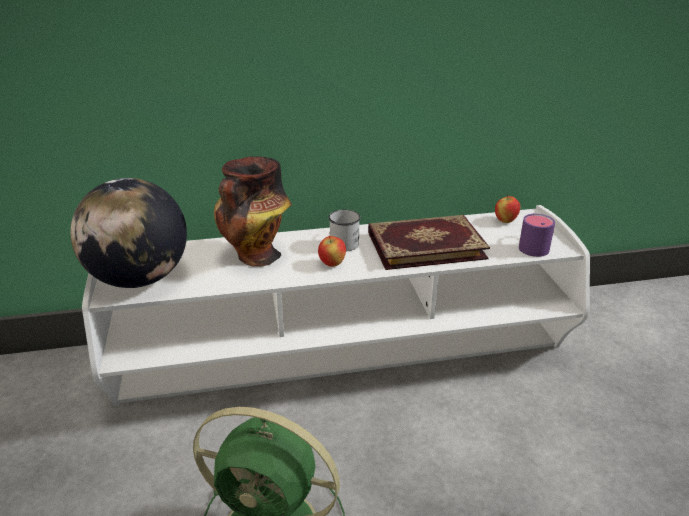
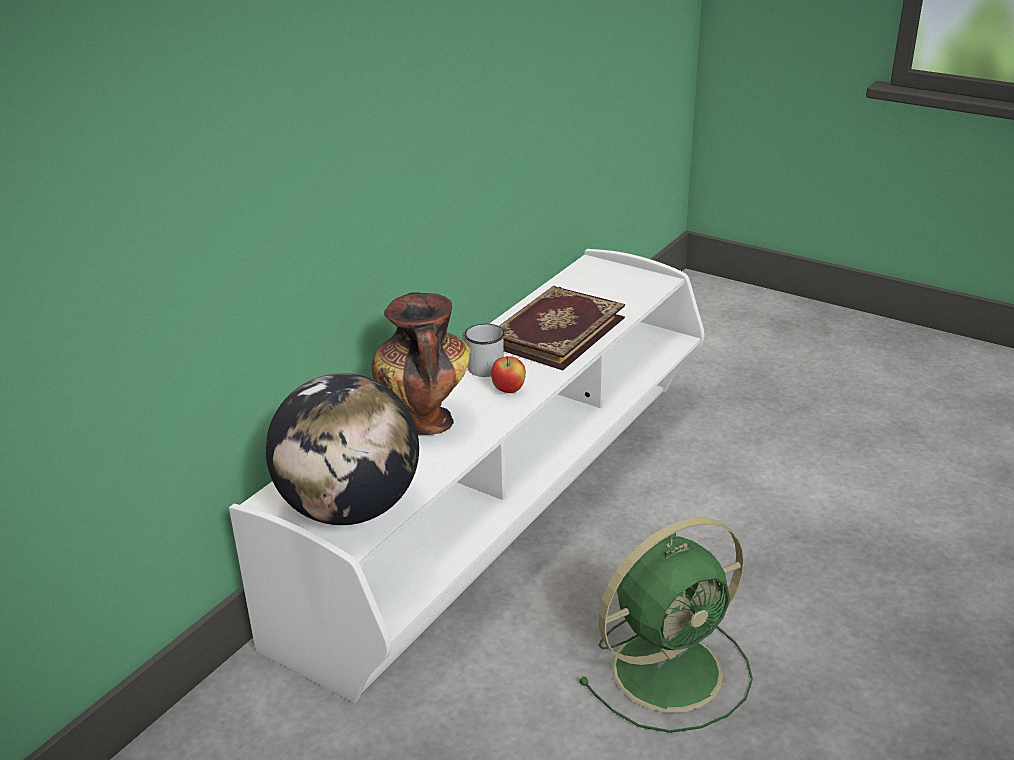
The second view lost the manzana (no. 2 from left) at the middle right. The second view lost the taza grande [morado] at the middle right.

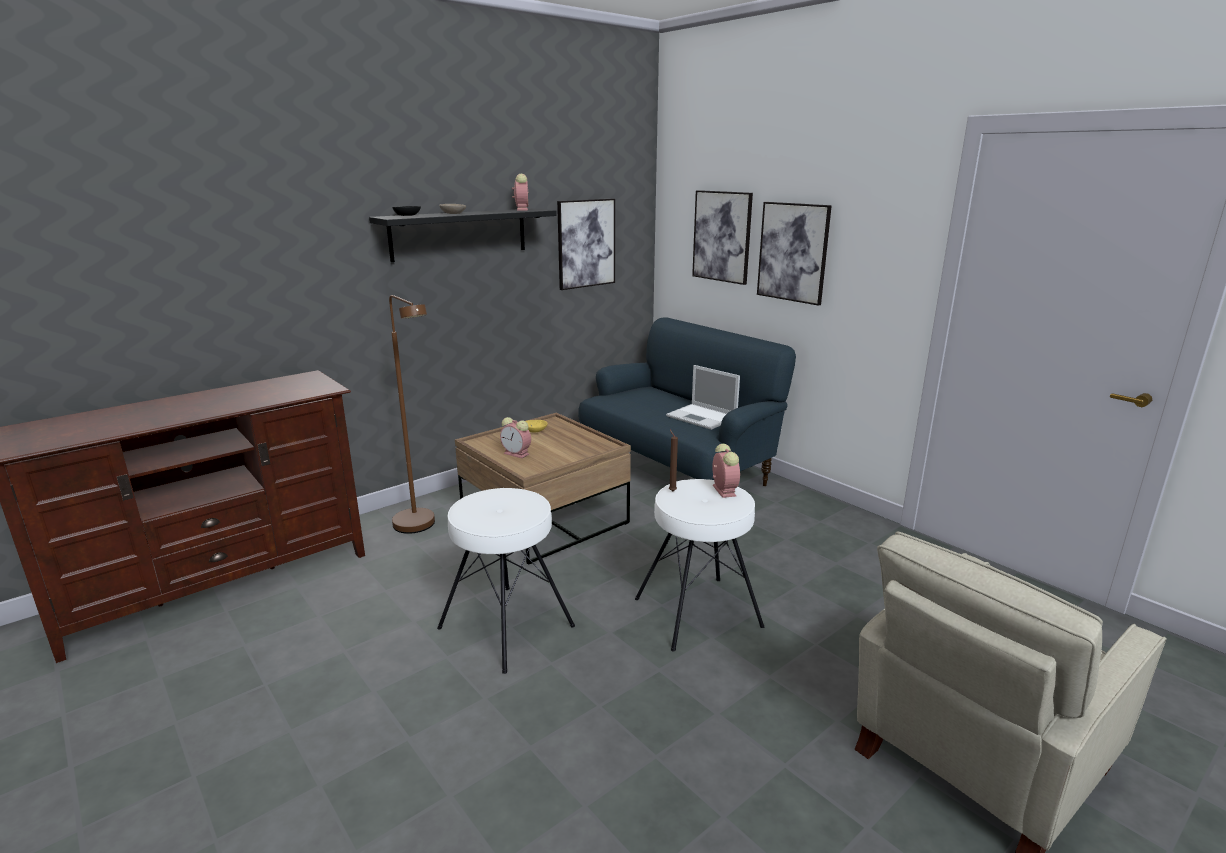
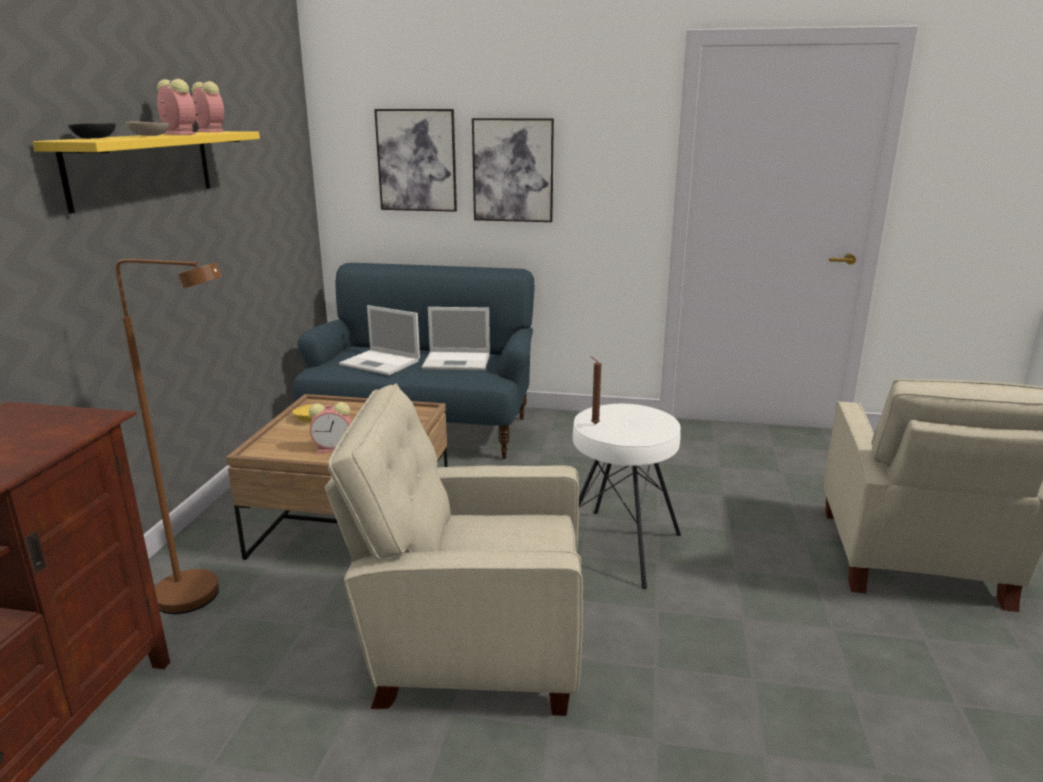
The second view lost the cuadro (no. 1 from left) at the top centre. What was the estante [negro] at the top centre turned into the estante [amarillo] at the top left. The despertador (no. 3 from left in the first image) ended up elsewhere, having gone from the centre to the top left. Where the taburete [blanco] (no. 1 from left) stood at the bottom centre, the sillón [beis] (no. 1 from left) came to stand at the bottom centre. The second view gained the portátil (no. 1 from left) at the centre.

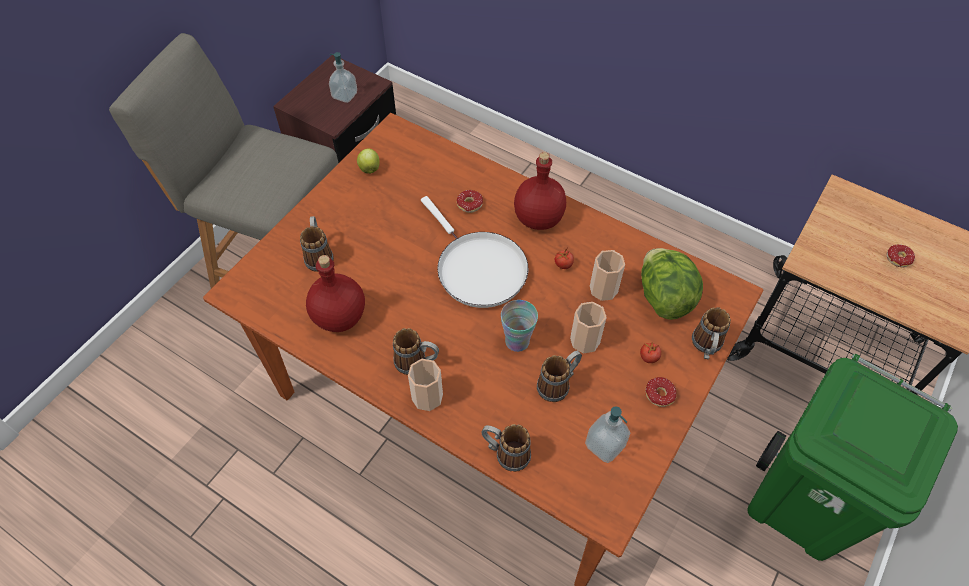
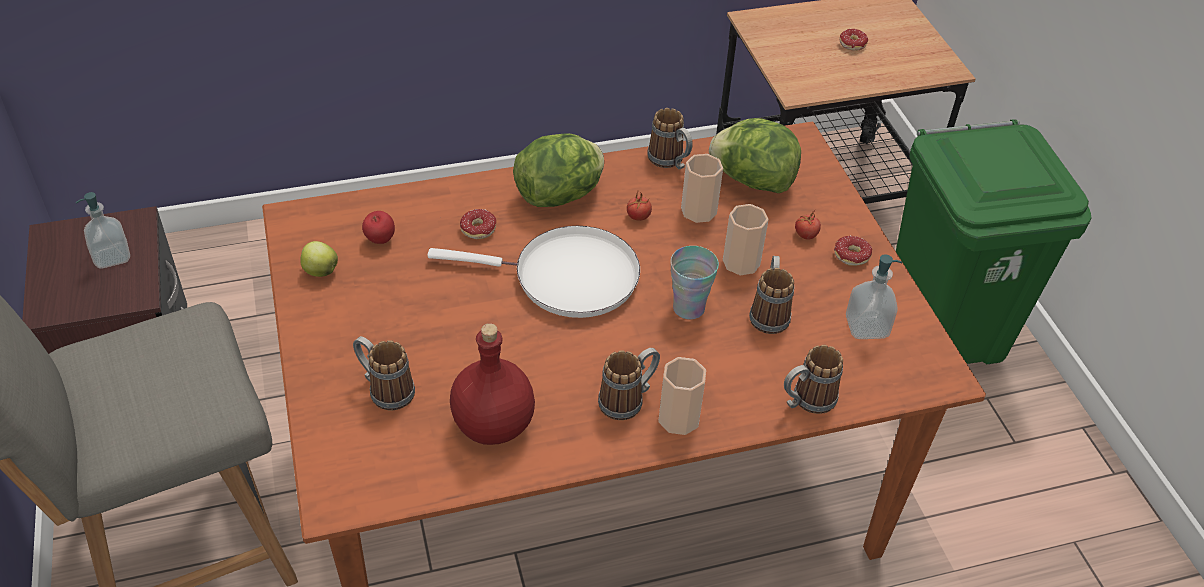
Where the botella [rojo] (no. 2 from left) stood at the top centre, the lechuga (no. 1 from left) came to stand at the top centre. The taza grande (no. 5 from left in the first image) ended up elsewhere, having gone from the middle right to the top centre. The second view gained the manzana (no. 2 from left) at the middle left.

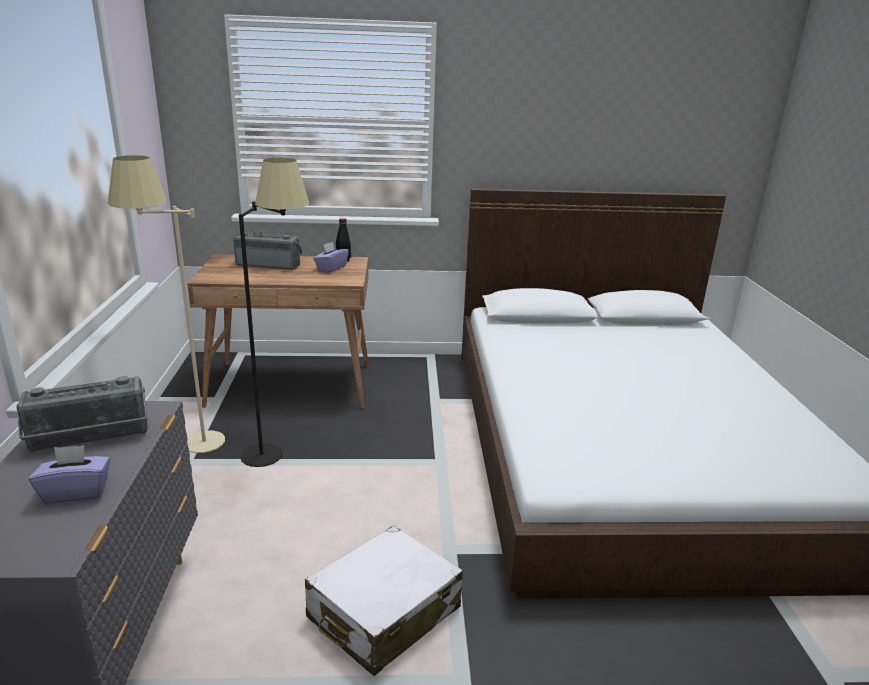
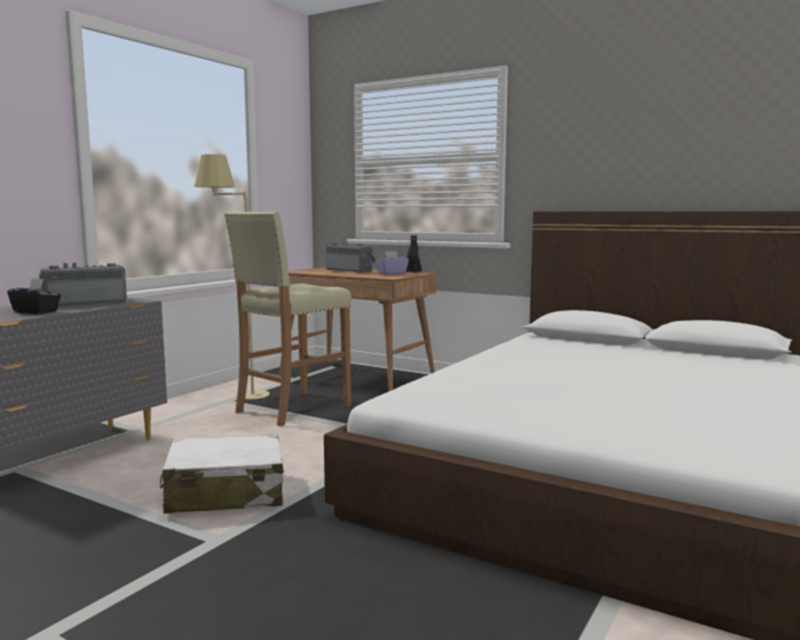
Where the lámpara de pie [negro] stood at the middle left, the taburete [beis] came to stand at the centre. The radio (no. 1 from left) at the middle left ended up facing another way, 135 degrees clockwise from before. What was the caja de pañuelos [morado] (no. 1 from left) at the bottom left turned into the caja de pañuelos [negro] at the middle left.

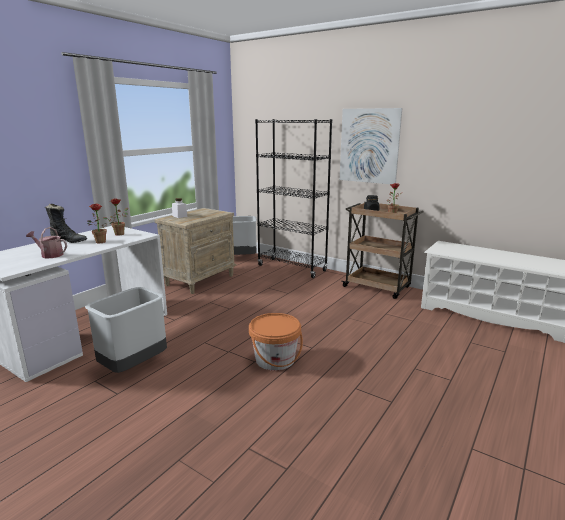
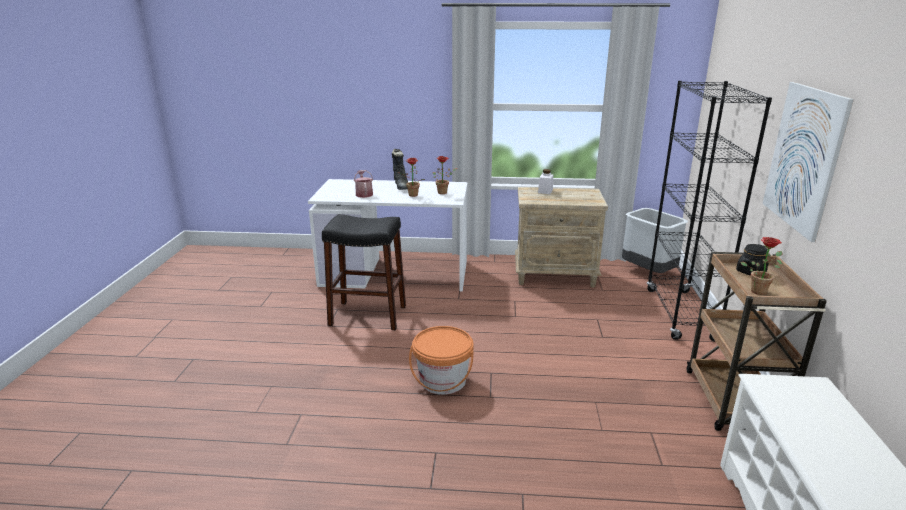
Where the papelera [gris] (no. 1 from left) stood at the middle left, the taburete [negro] came to stand at the centre.

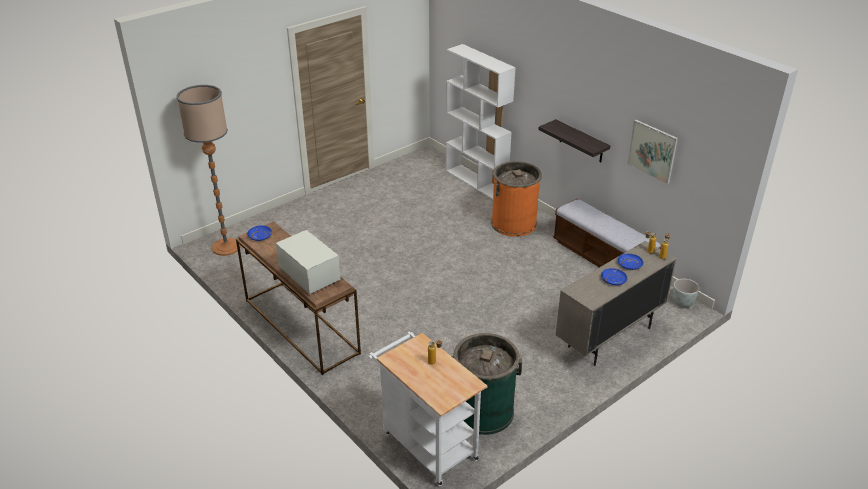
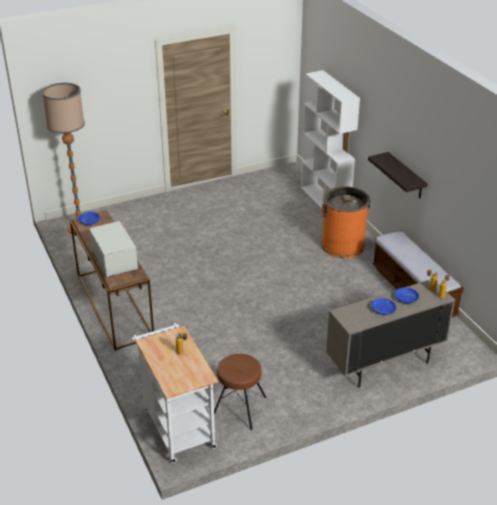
The second view lost the cuadro at the top right. The second view lost the maceta [gris] at the middle right. Where the papelera [verde] stood at the bottom centre, the taburete [marrón] came to stand at the bottom centre.

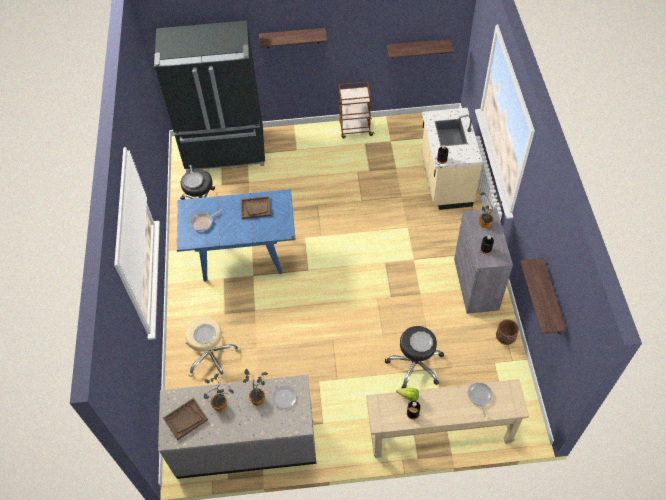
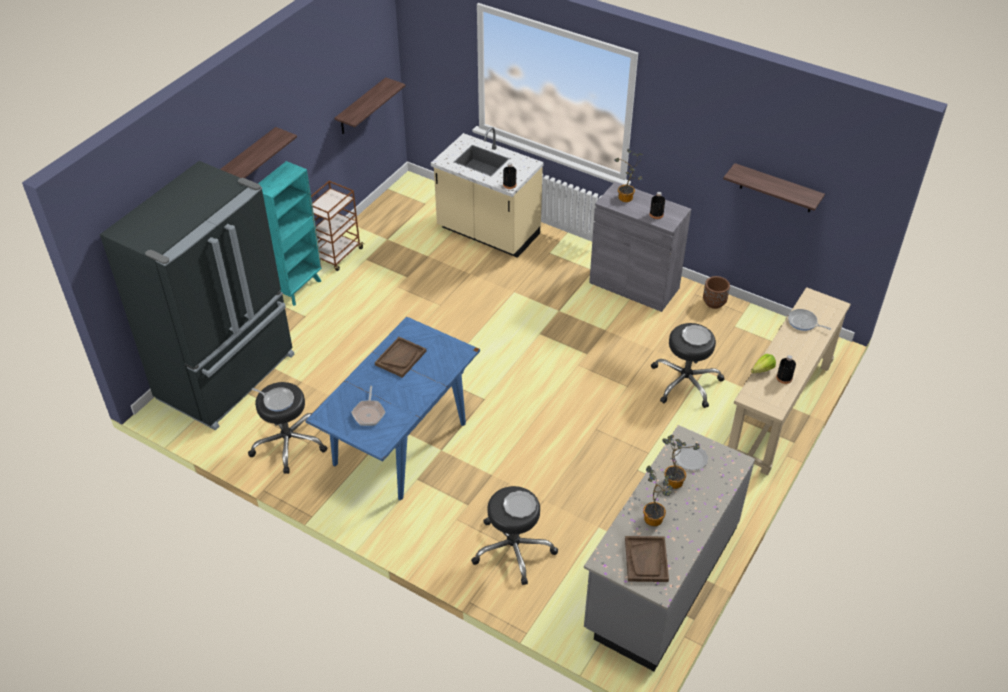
What was the taburete [beis] at the bottom left turned into the taburete [negro] (no. 2 from left) at the bottom centre. The second view gained the estantería [turquesa] at the middle left.

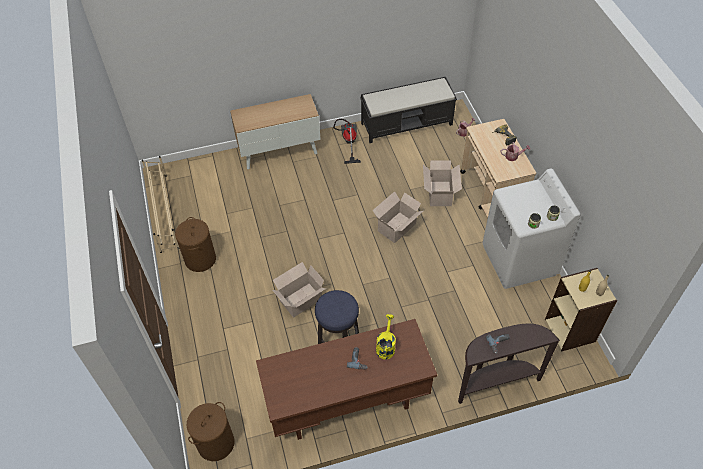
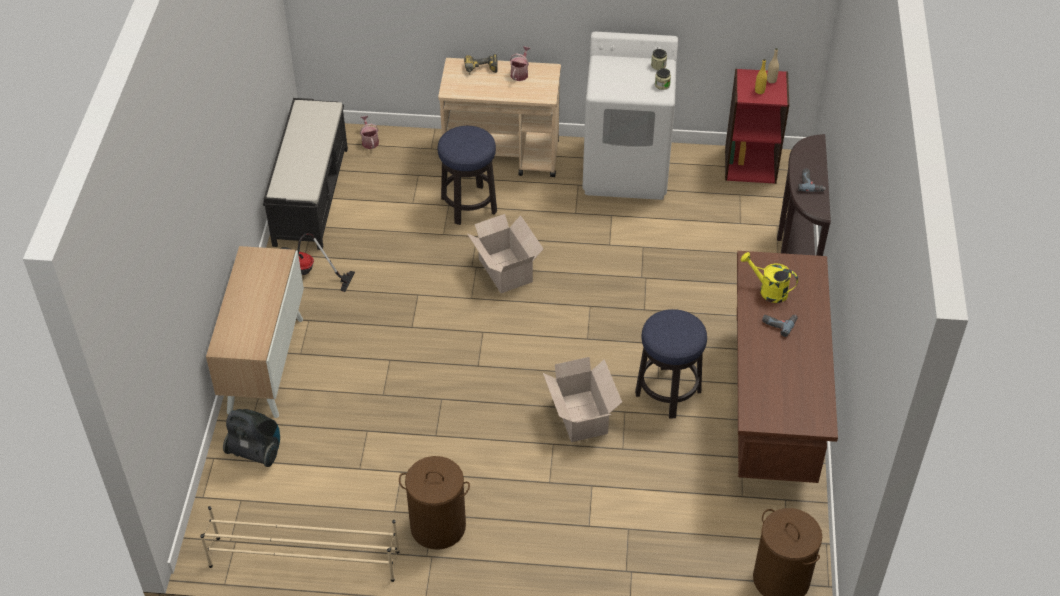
Where the caja de cartón (no. 3 from left) stood at the centre, the taburete (no. 1 from left) came to stand at the top centre. What was the estantería [beis] at the middle right turned into the estantería [rojo] at the top right. The second view gained the aspiradora (no. 1 from left) at the bottom left.

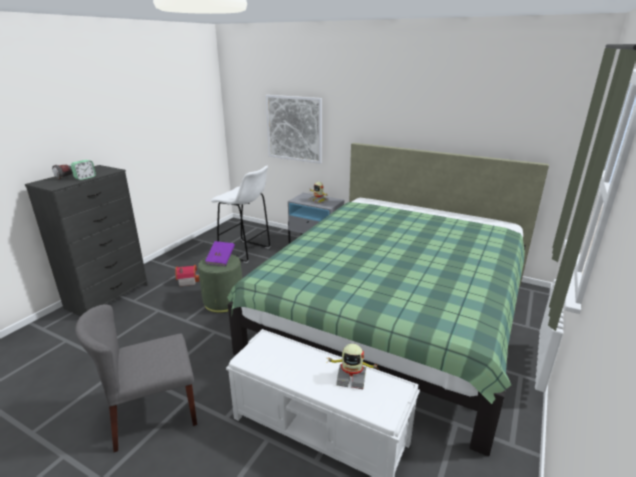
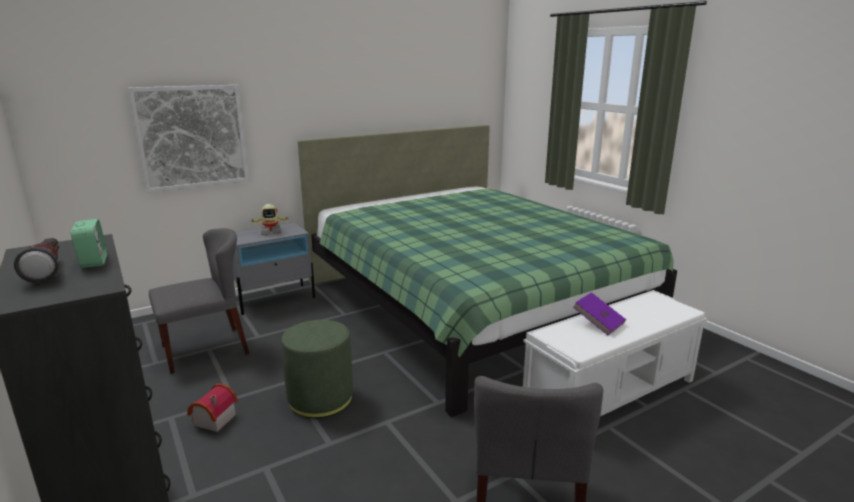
Where the taburete [blanco] stood at the centre, the silla [gris] (no. 1 from left) came to stand at the middle left. The libro [morado] ended up elsewhere, having gone from the centre to the middle right. The second view lost the robot de juguete (no. 2 from left) at the bottom centre.

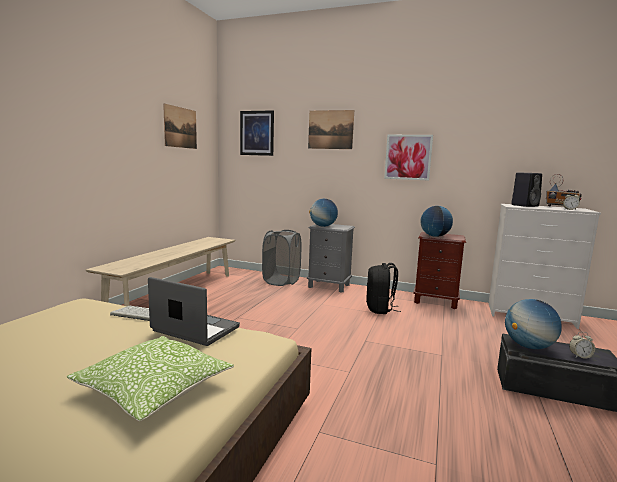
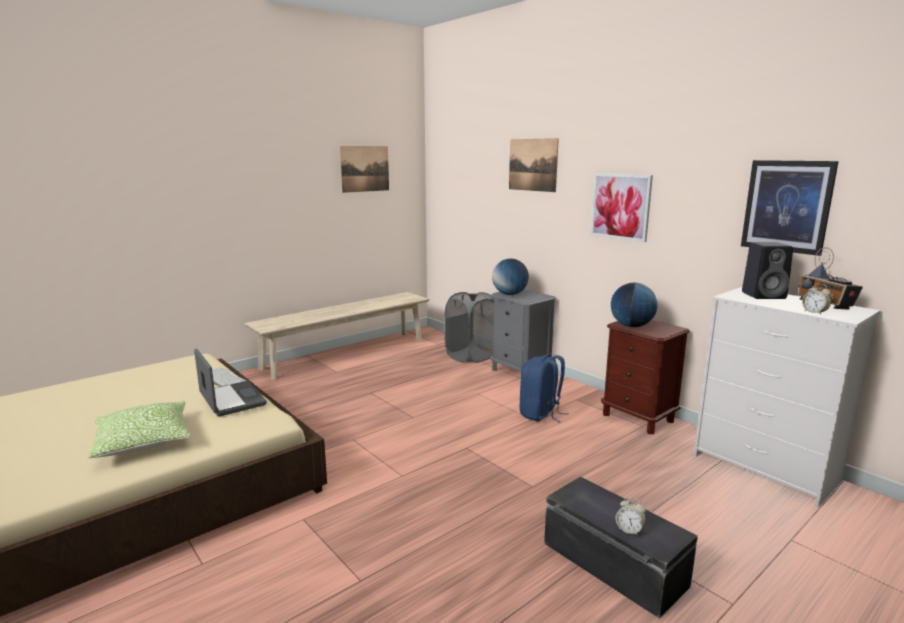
The cuadro (no. 2 from left in the first image) ended up elsewhere, having gone from the top centre to the middle right. What was the mochila [negro] at the centre turned into the mochila [azul] at the centre. The second view lost the globo terráqueo (no. 3 from left) at the bottom right.

